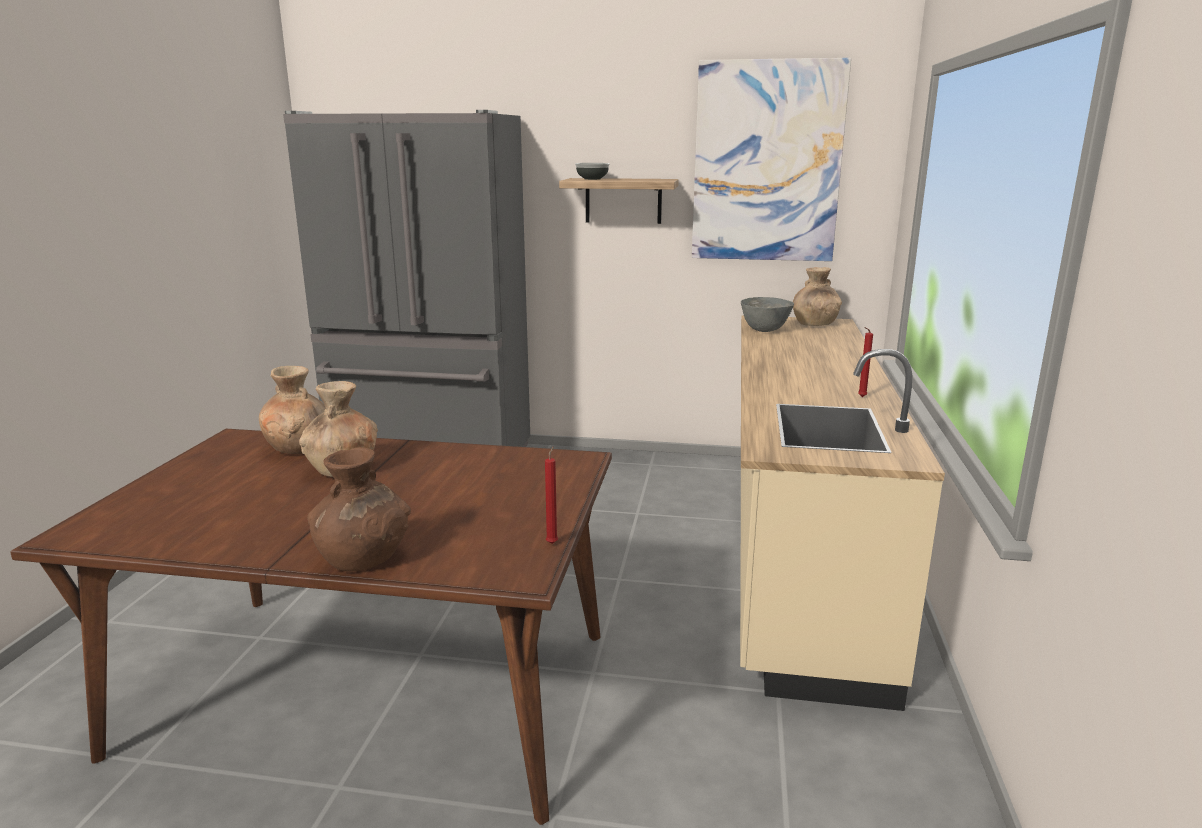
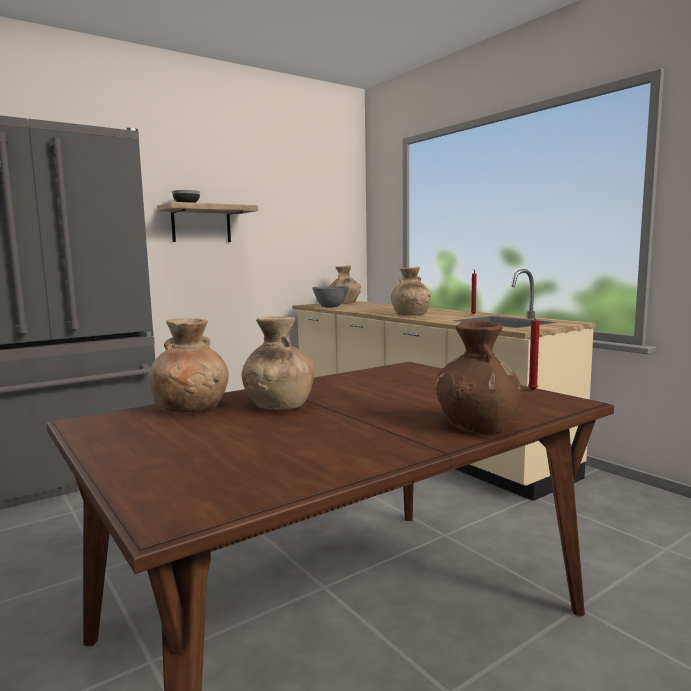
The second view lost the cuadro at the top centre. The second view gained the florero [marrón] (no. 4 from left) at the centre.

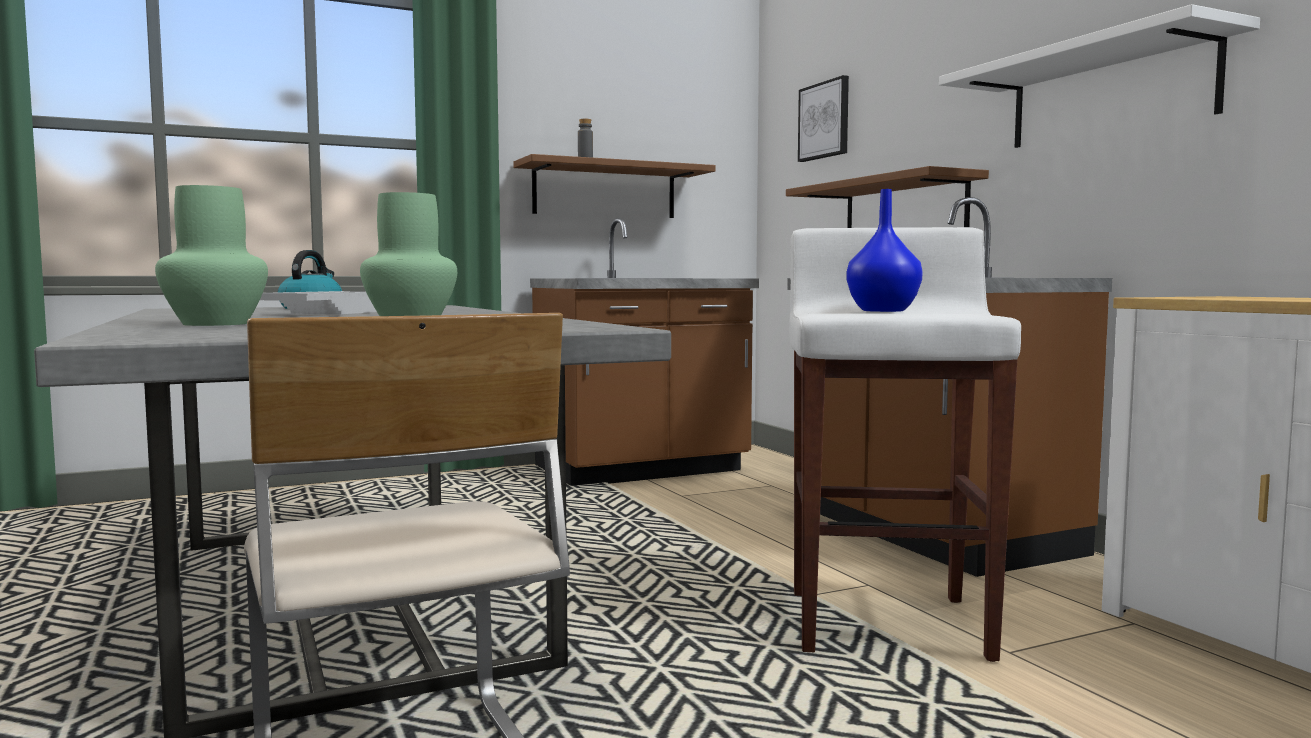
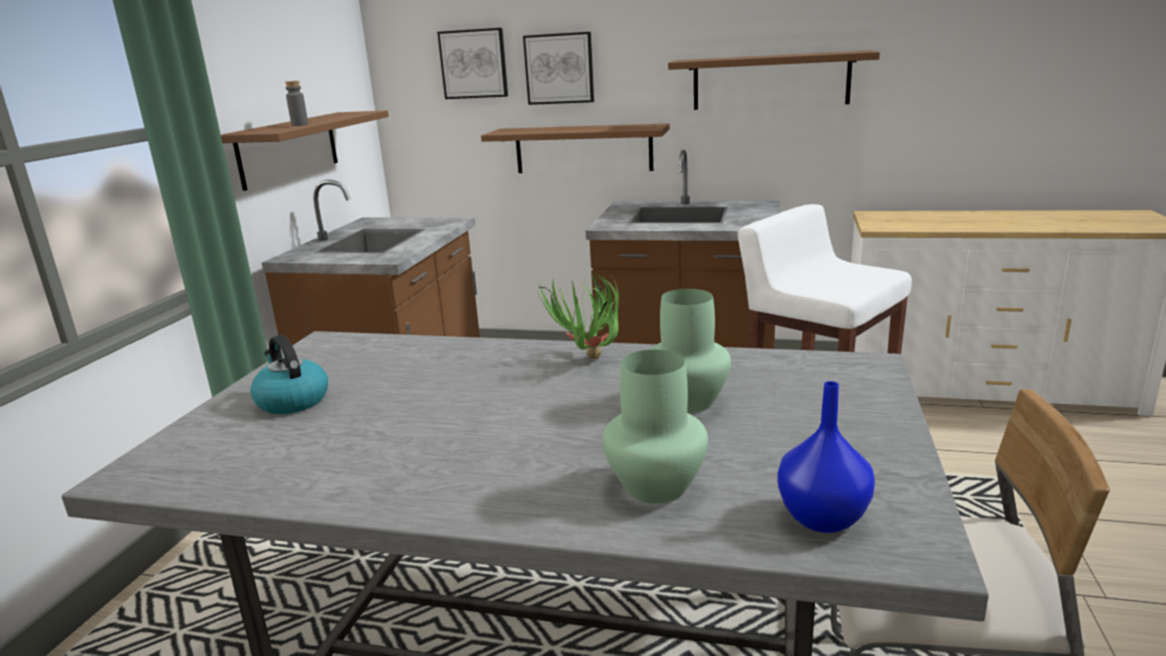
What was the estante [blanco] at the top right turned into the estante [marrón] (no. 3 from left) at the top centre. The florero [azul] ended up elsewhere, having gone from the middle right to the bottom right. The second view lost the bandeja [blanco] at the middle left. The second view gained the cuadro (no. 2 from left) at the top centre. The second view gained the planta en maceta at the centre.

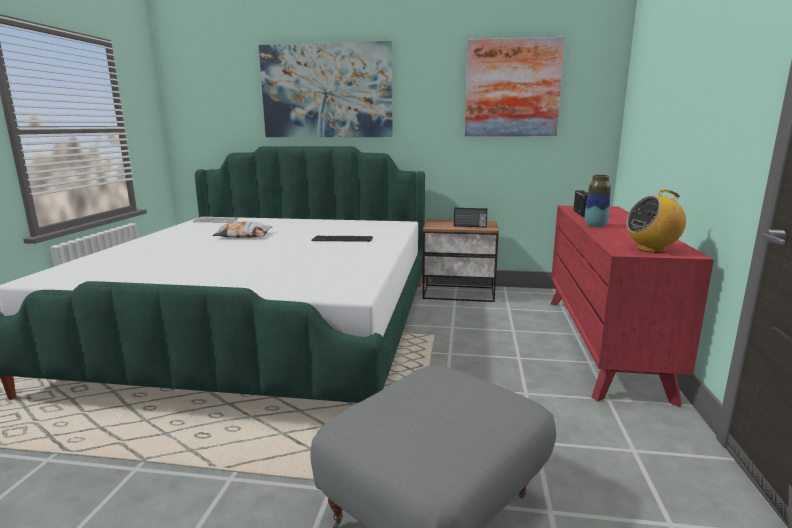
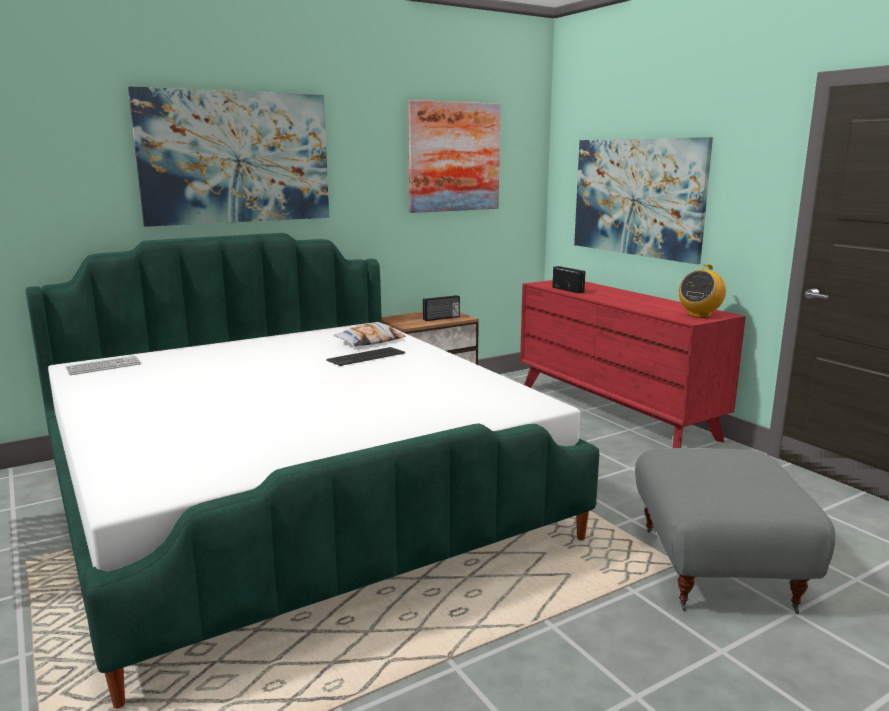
The second view lost the florero at the middle right. The cojín ended up elsewhere, having gone from the middle left to the centre. The second view gained the cuadro (no. 3 from left) at the top right.

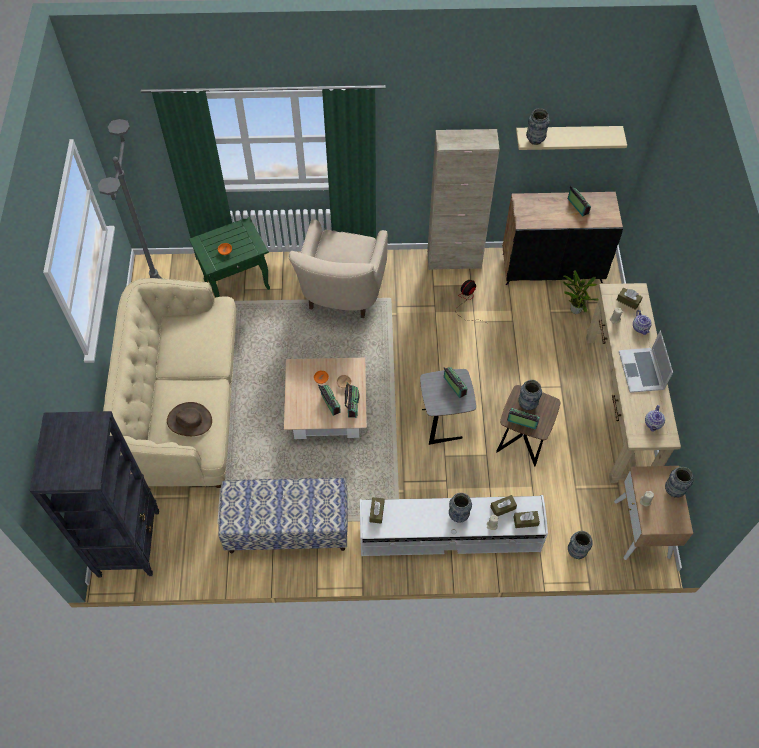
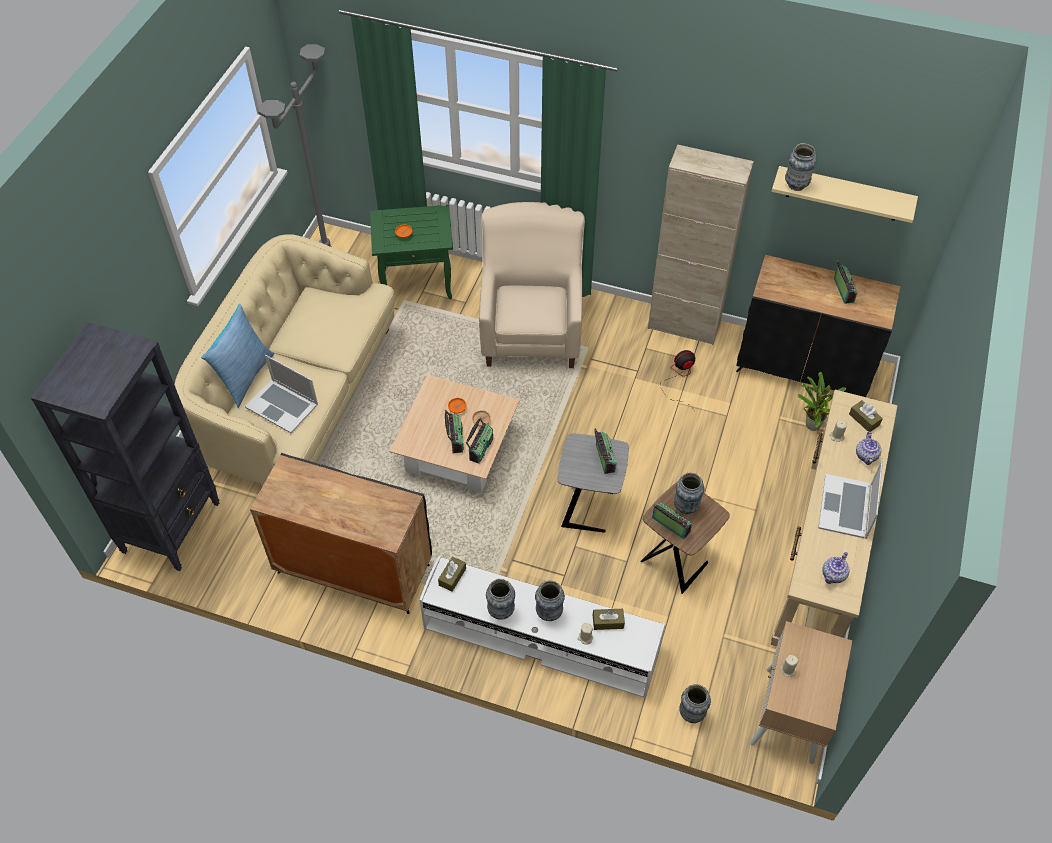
The sillón [beis] at the centre ended up facing another way, 150 degrees clockwise from before. Where the sombrero [marrón] stood at the middle left, the portátil (no. 1 from left) came to stand at the middle left. The florero (no. 5 from left in the first image) ended up elsewhere, having gone from the middle right to the bottom centre. Where the banco stood at the bottom centre, the armario [negro] (no. 1 from left) came to stand at the middle left. The second view lost the caja de pañuelos [marrón] (no. 3 from left) at the bottom right. The second view gained the cojín at the middle left.

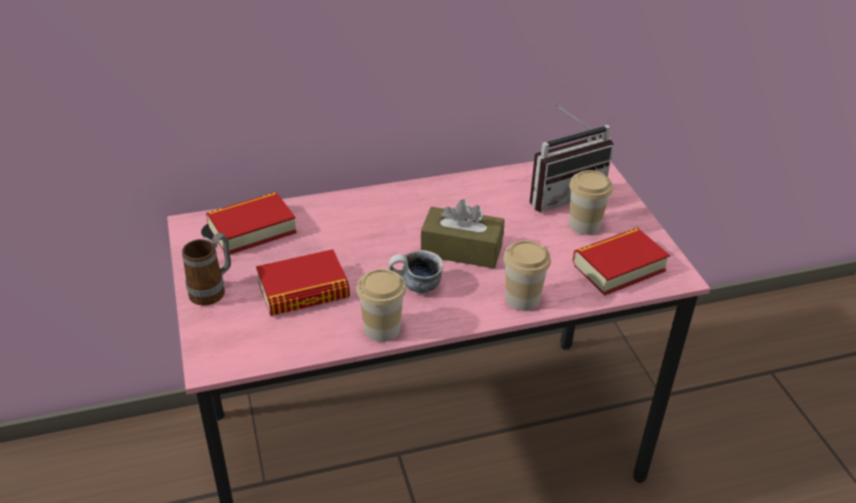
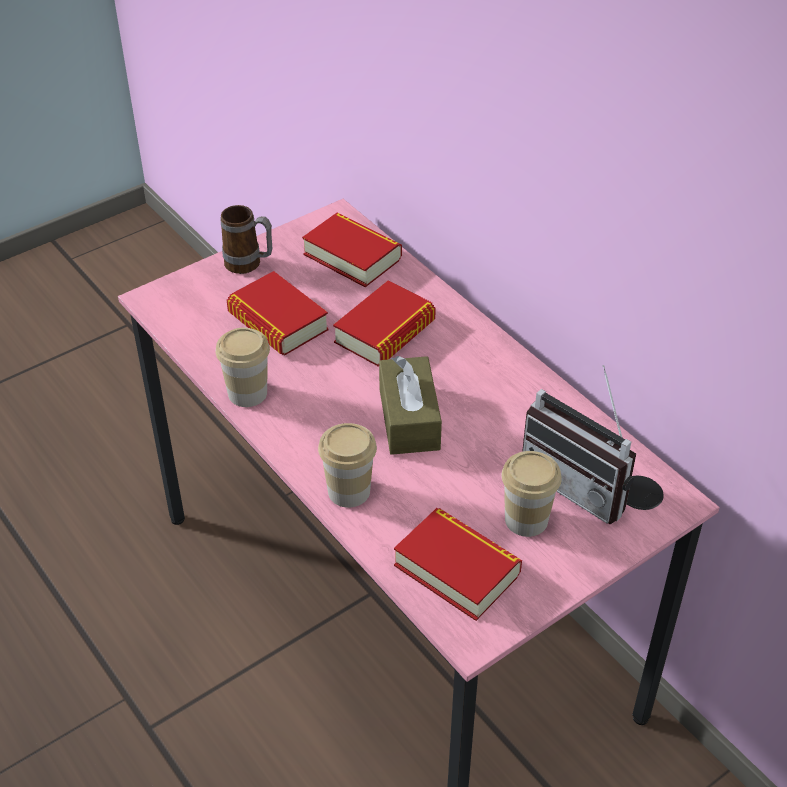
The second view lost the taza grande (no. 2 from left) at the centre. The second view gained the libro (no. 3 from left) at the centre.

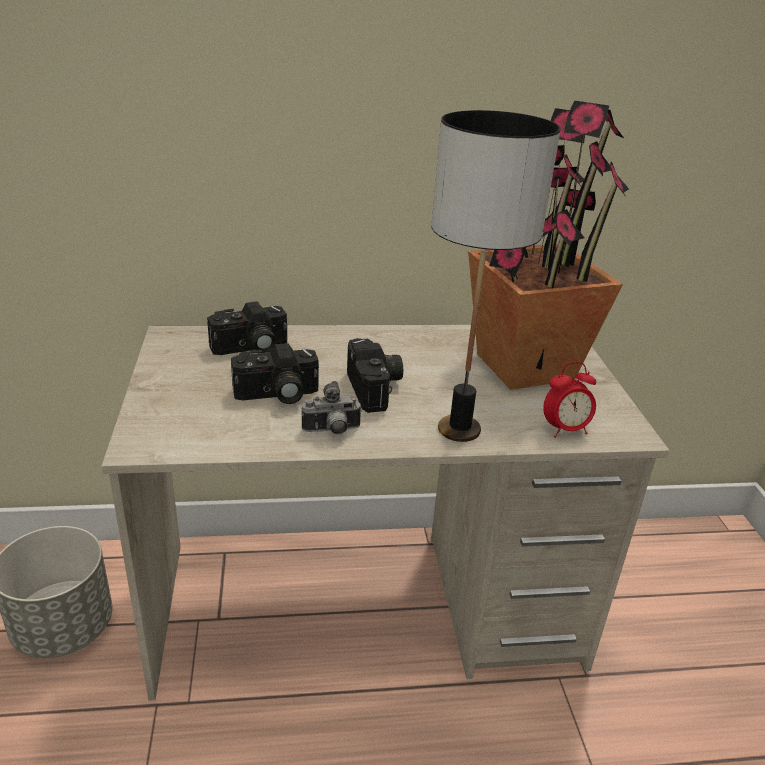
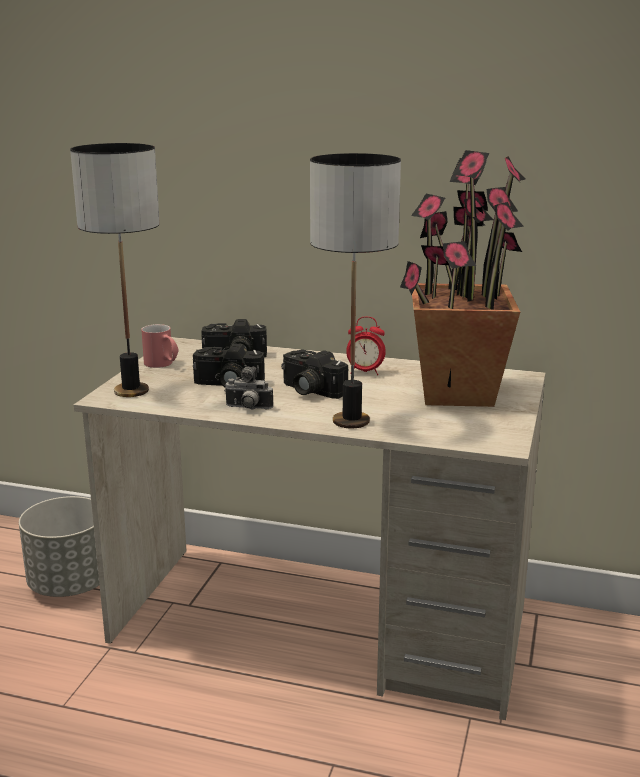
The cámara (no. 4 from left) at the centre ended up facing another way, 120 degrees clockwise from before. The despertador ended up elsewhere, having gone from the middle right to the centre. The second view gained the lámpara de mesa (no. 1 from left) at the middle left. The second view gained the taza grande [rojo] at the middle left.

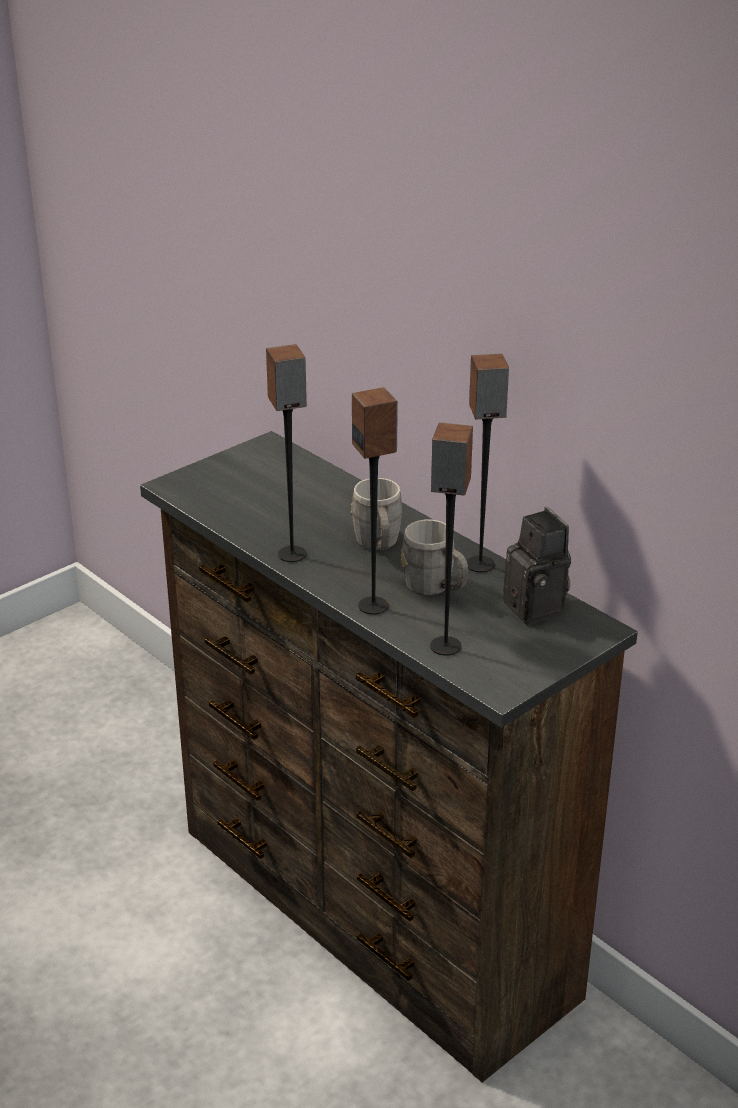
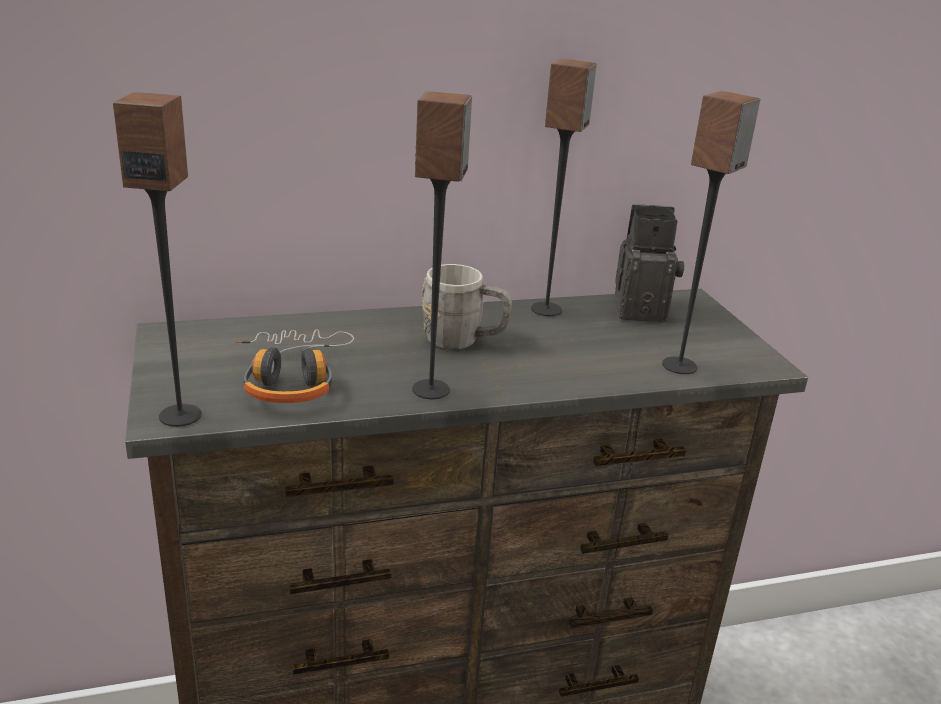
The altavoz (no. 2 from left in the first image) ended up elsewhere, having gone from the centre to the middle left. The second view lost the taza grande [gris] (no. 2 from left) at the centre. The second view gained the auriculares at the middle left.

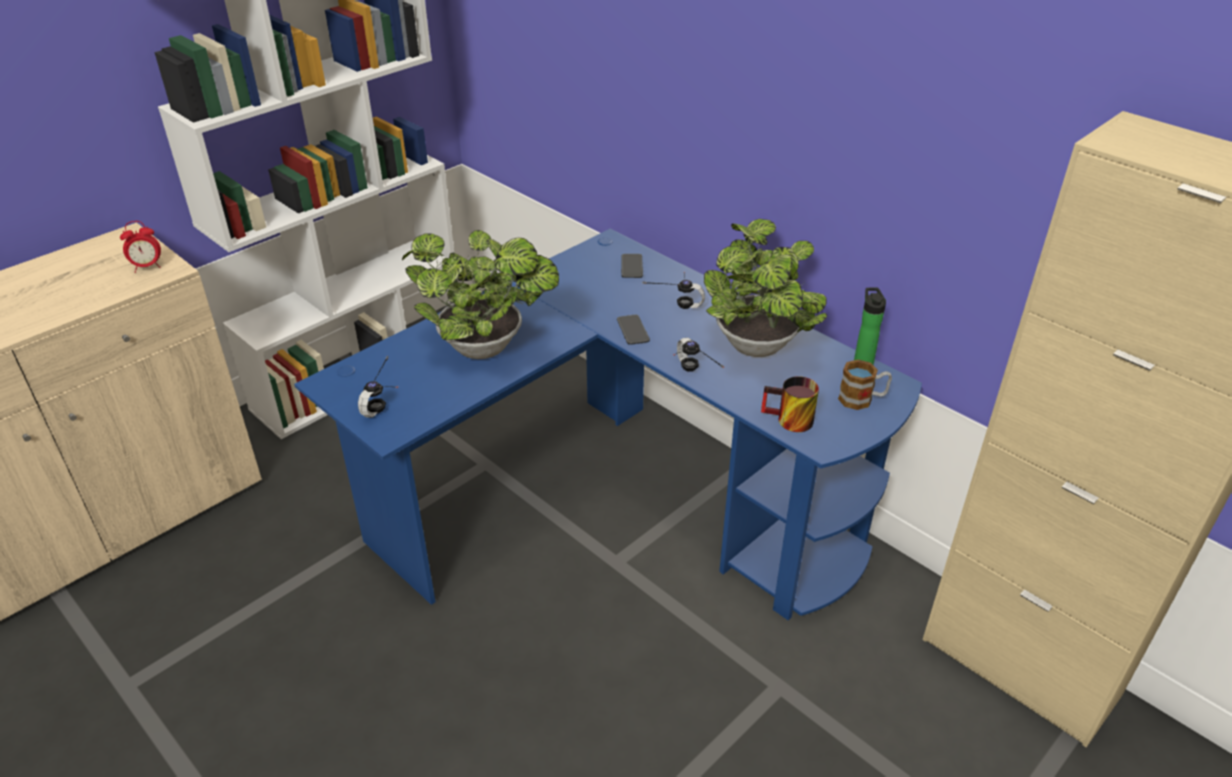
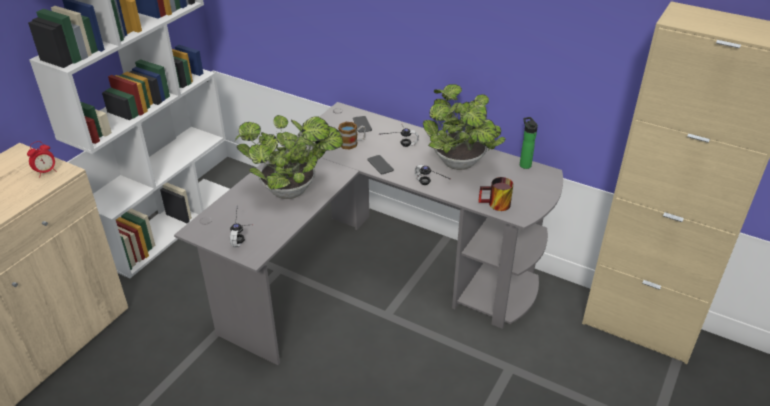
What was the escritorio [azul] at the centre turned into the escritorio [gris] at the centre. The taza grande (no. 2 from left in the first image) ended up elsewhere, having gone from the middle right to the centre.

